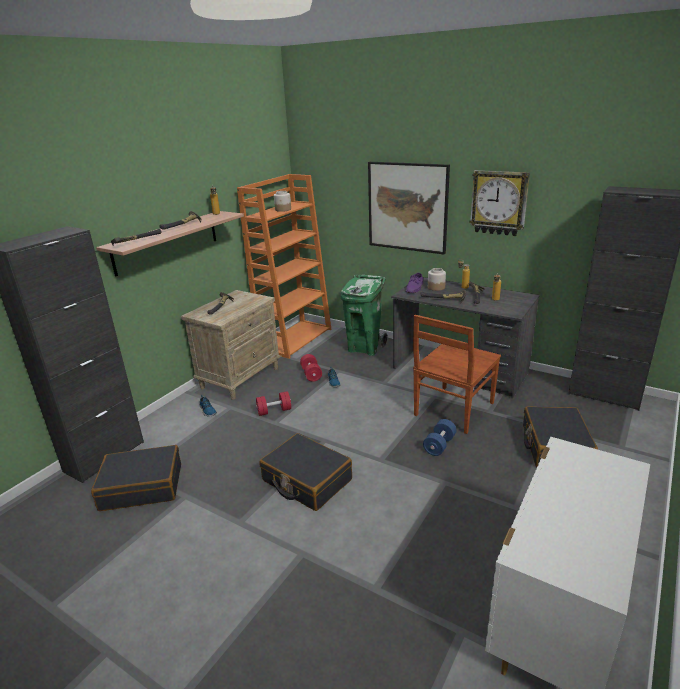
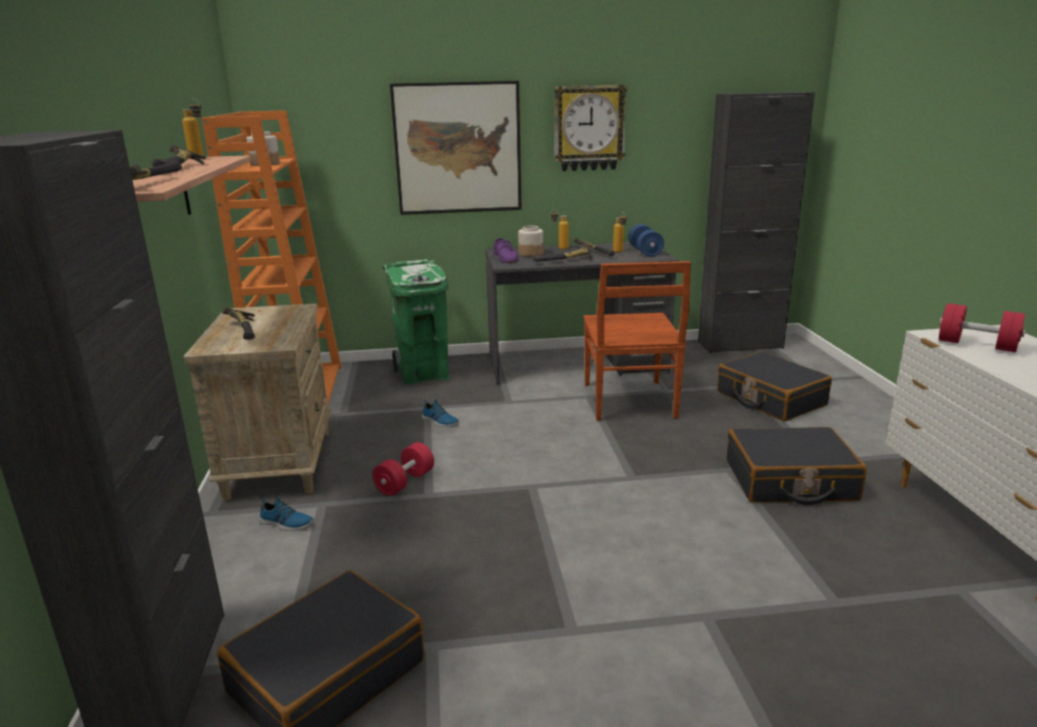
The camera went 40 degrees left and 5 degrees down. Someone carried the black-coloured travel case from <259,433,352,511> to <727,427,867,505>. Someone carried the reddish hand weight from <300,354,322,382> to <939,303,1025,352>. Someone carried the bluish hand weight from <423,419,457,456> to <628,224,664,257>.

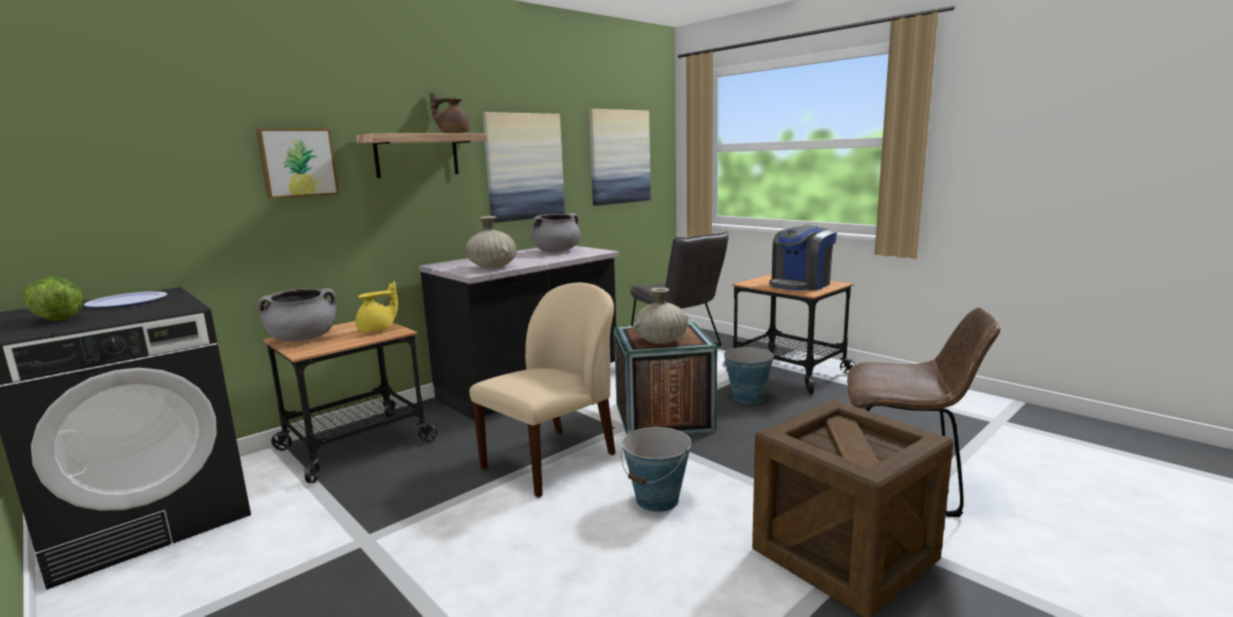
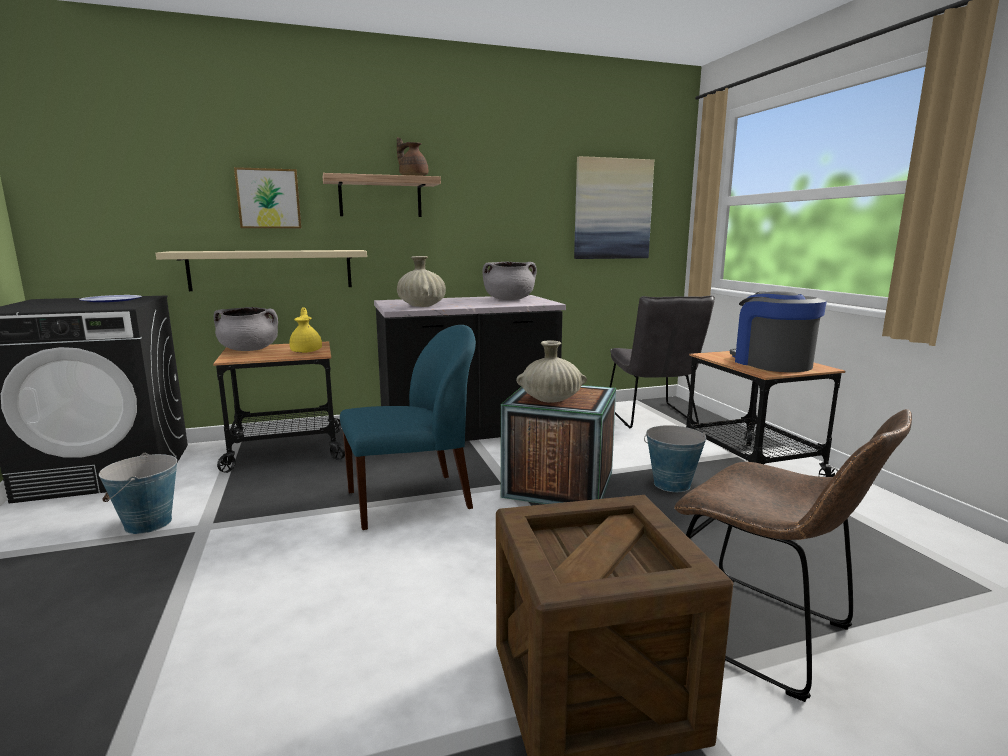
The camera went 25 degrees right and 0 degrees up. Someone took away the lettuce at <24,277,83,321>. Someone took away the wall art at <483,112,565,223>. Someone put up the sand-coloured wall shelf at <156,250,367,291>. Someone carried the bucket from <621,427,691,512> to <99,453,177,534>. Someone repainted the sand-coloured chair at <469,283,616,497>, which became the bluish chair at <340,325,476,530>. Someone rotated the yellowish pot for tea at <356,281,398,332> by 90 degrees counterclockwise. Someone rotated the coffee maker at <769,225,837,291> by 90 degrees clockwise.

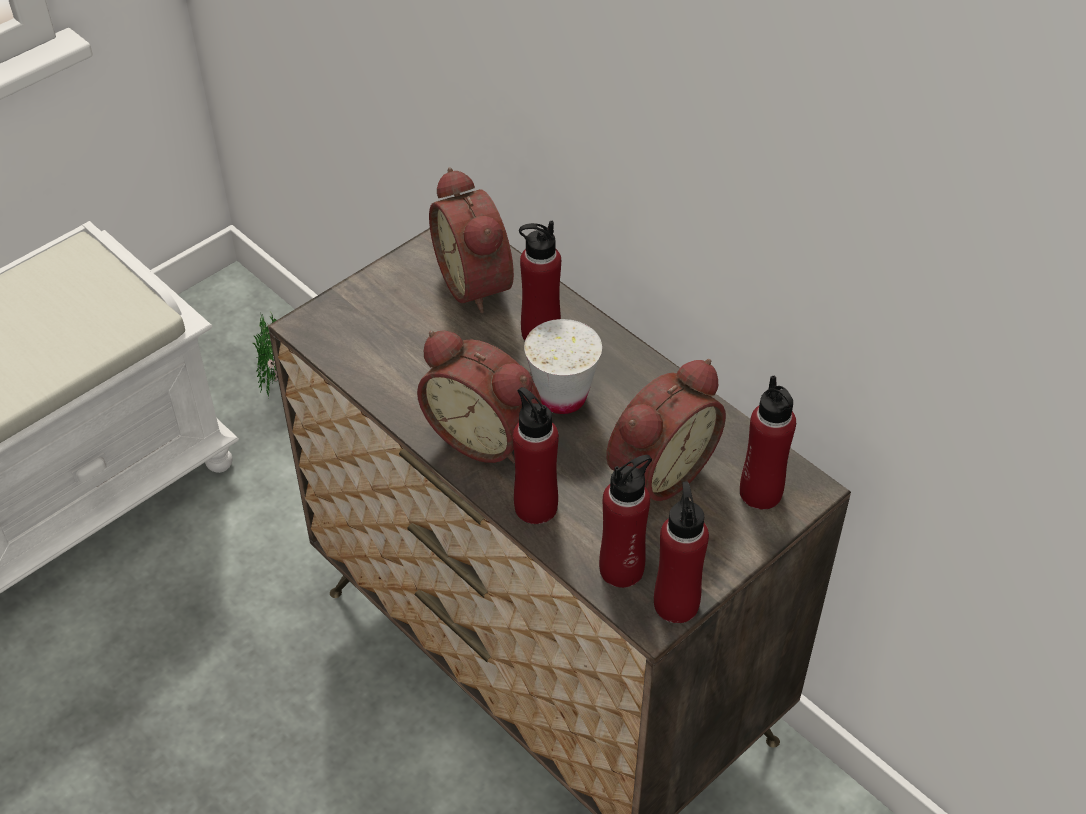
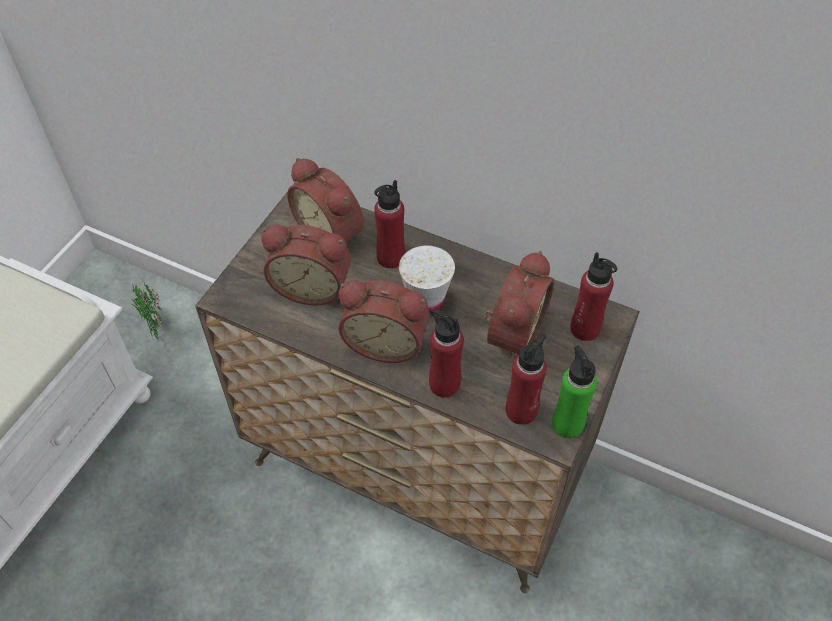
The camera went 20 degrees left and 5 degrees up. Someone put down the table clock at <262,224,351,306>. Someone repainted the reddish drink bottle at <654,481,709,623>, which became the greenish drink bottle at <552,346,597,438>.

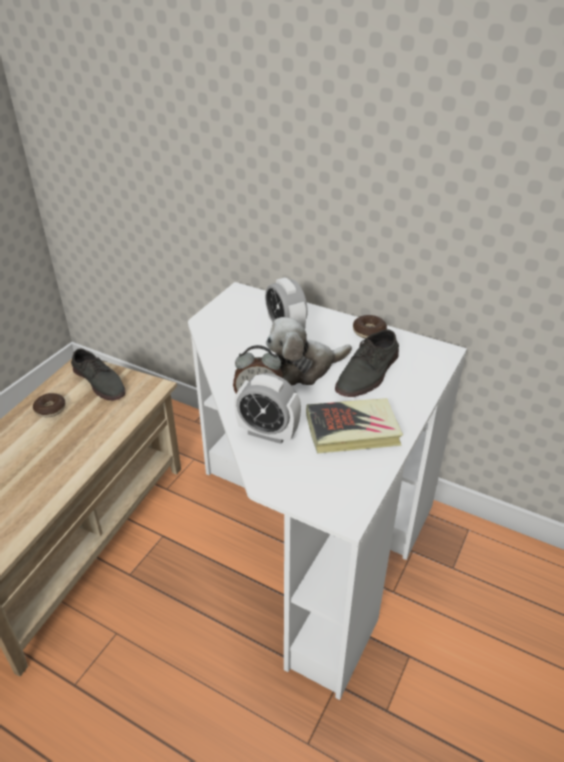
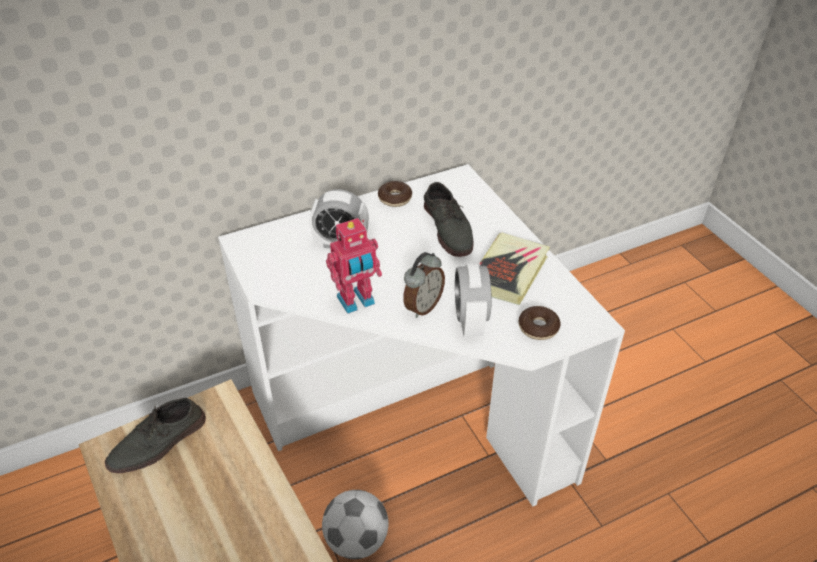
The camera went 55 degrees left and 5 degrees up. Someone took away the plush toy at <266,317,352,385>. Someone put down the football at <322,490,389,559>. Someone put down the toy robot at <326,218,382,314>. Someone carried the ring doughnut from <33,393,66,417> to <518,306,561,340>. Someone rotated the gray shoe at <71,348,126,401> by 150 degrees clockwise. Someone rotated the table clock at <234,373,301,444> by 120 degrees clockwise.

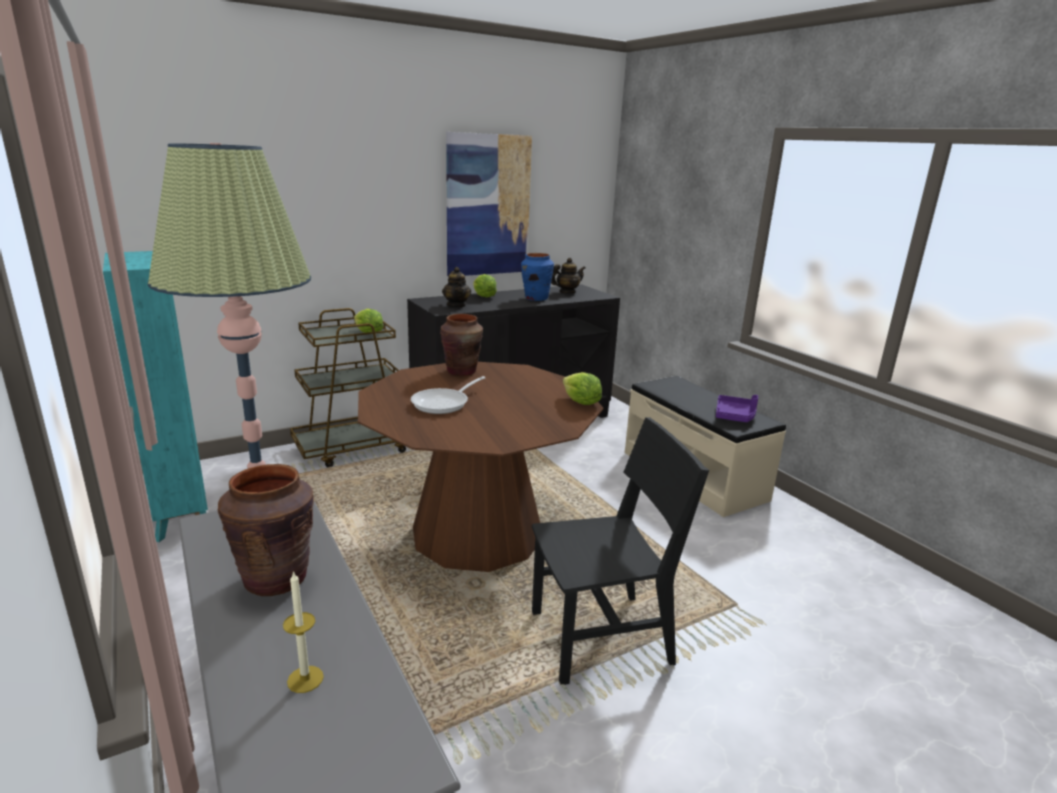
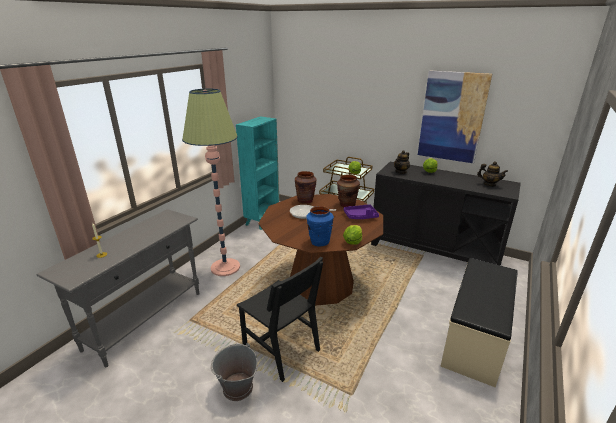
The camera went 60 degrees right and 5 degrees up. Someone put down the gray bucket at <211,343,257,401>. Someone carried the brown decorative vase from <218,464,314,596> to <295,171,317,204>. Someone carried the bluish decorative vase from <521,253,554,301> to <306,206,334,247>. Someone carried the purple carrying tray from <716,395,758,422> to <343,204,379,219>.

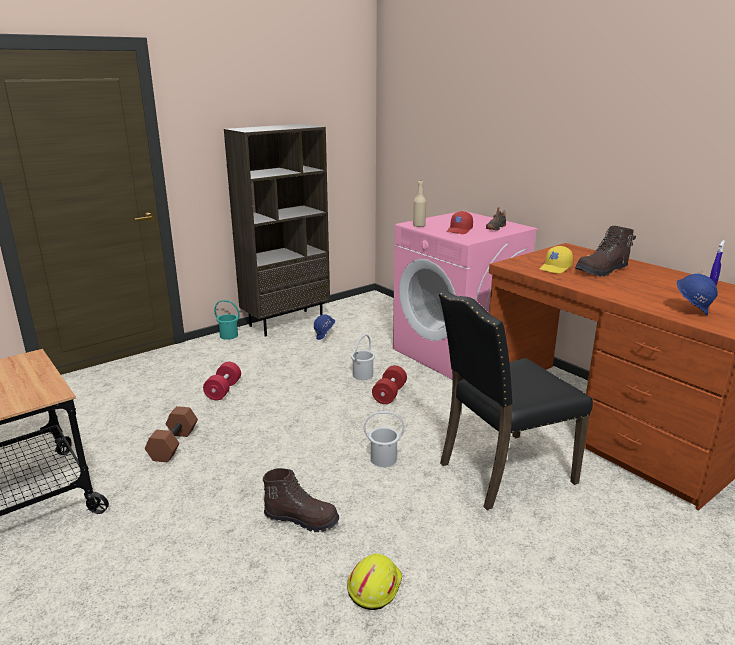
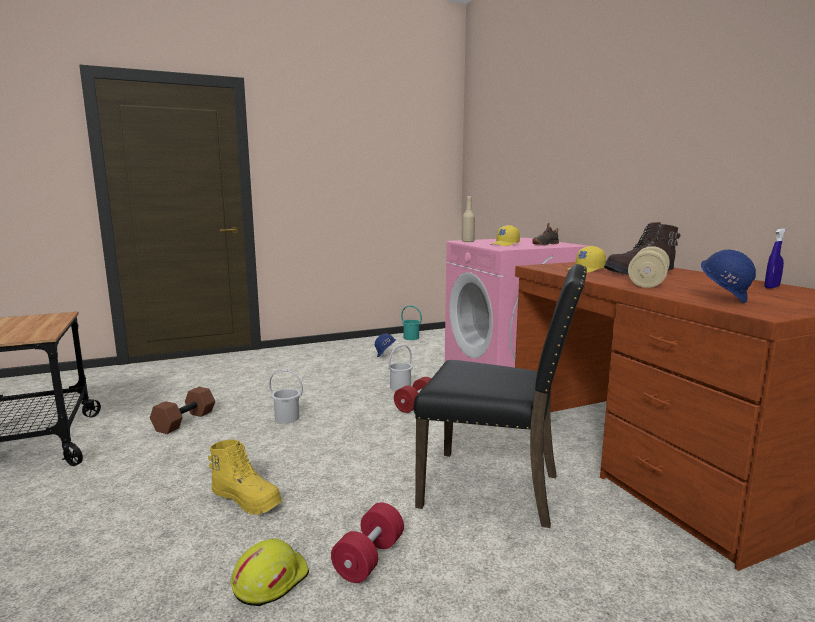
The camera went 15 degrees right and 10 degrees down. Someone took away the brown bookshelf at <224,124,330,337>. Someone put down the sand-coloured hand weight at <628,246,670,288>. Someone carried the reddish hand weight from <203,362,241,400> to <331,502,404,583>. Someone carried the turquoise bucket from <214,300,239,340> to <401,306,422,340>. Someone carried the white-coloured bucket from <364,411,405,467> to <269,369,303,423>. Someone repainted the brown high-top boot at <263,468,339,532>, which became the yellowish high-top boot at <208,440,282,515>. Someone repainted the reddish peaked cap at <447,211,473,234>, which became the yellowish peaked cap at <490,225,520,246>. Someone rotated the black-coloured chair at <439,291,593,510> by 150 degrees counterclockwise.

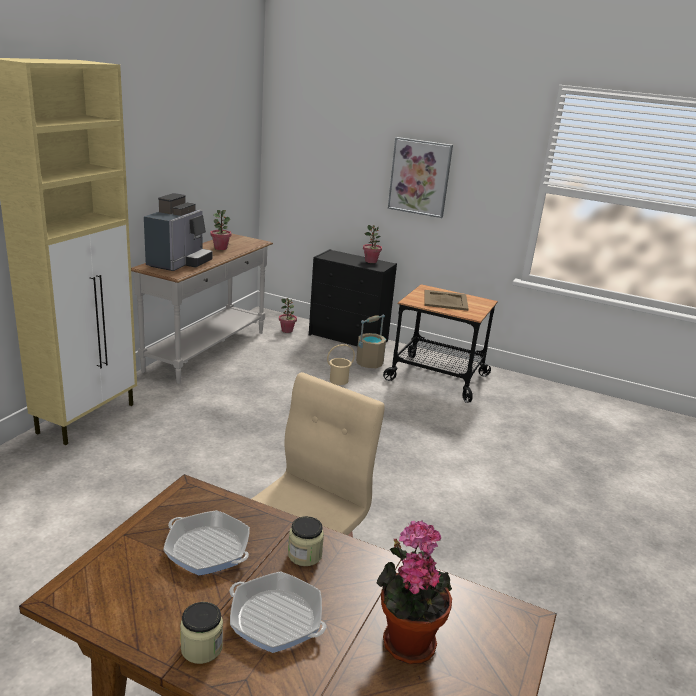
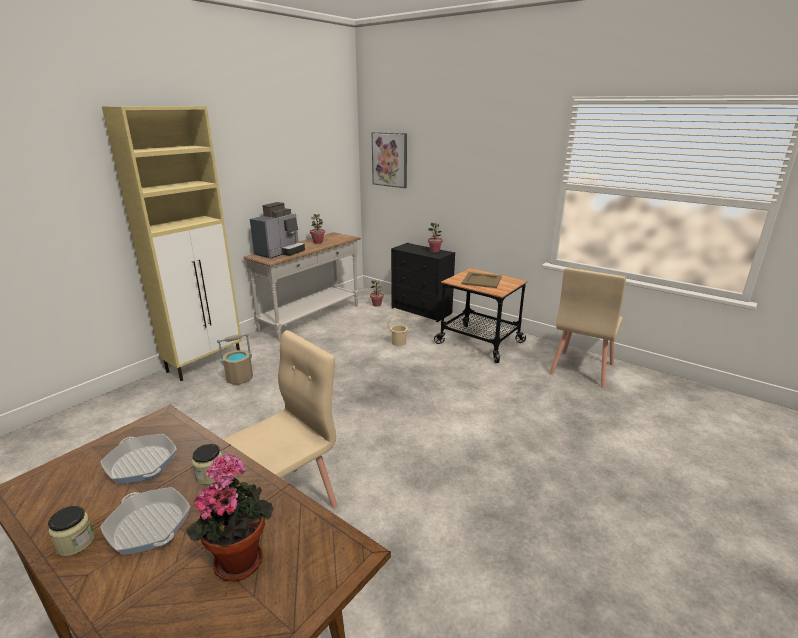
The camera went 15 degrees right and 0 degrees up. Someone put down the sand-coloured chair at <550,268,626,388>. Someone carried the sand-coloured bucket from <356,314,386,368> to <217,333,253,385>. Someone carried the wall art from <388,137,453,218> to <371,132,407,188>.

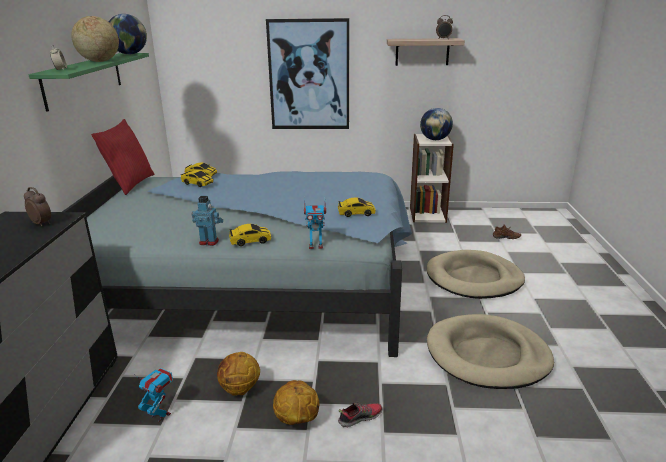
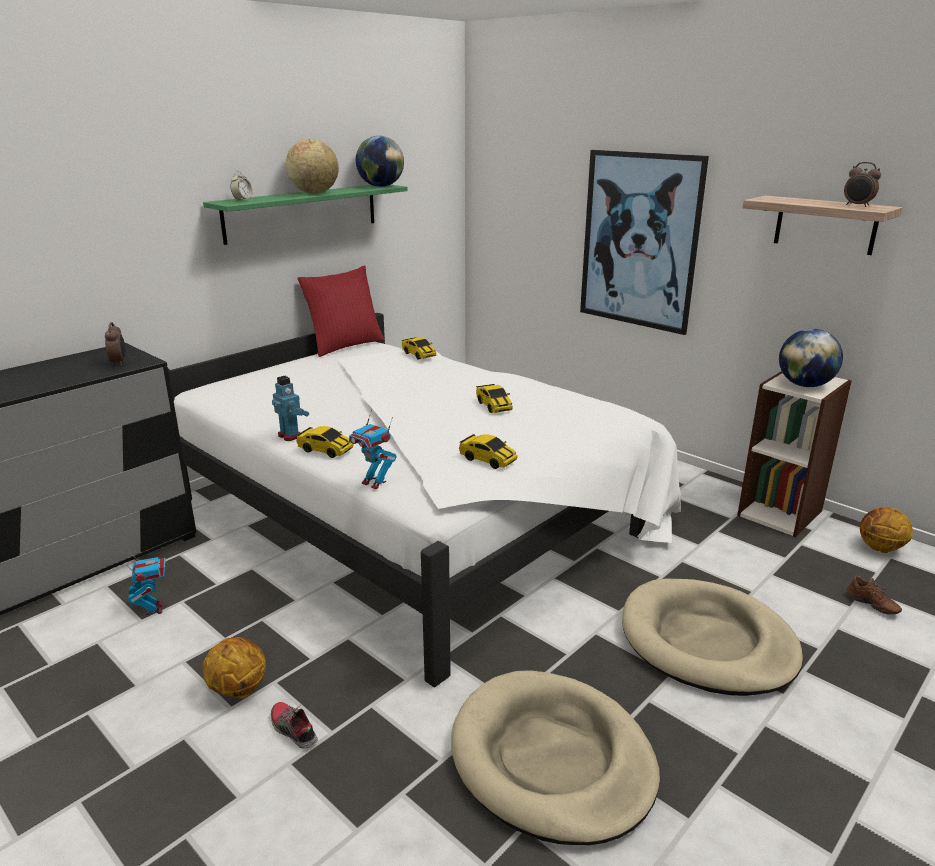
The camera went 40 degrees right and 0 degrees up. Someone carried the miniature car from <181,170,213,187> to <476,384,513,413>. Someone carried the basketball ball from <217,352,260,395> to <860,507,913,553>. Someone repainted the bluish bed at <62,171,412,357>, which became the white-coloured bed at <168,313,681,688>. Someone rotated the shoe at <338,401,382,427> by 150 degrees counterclockwise.

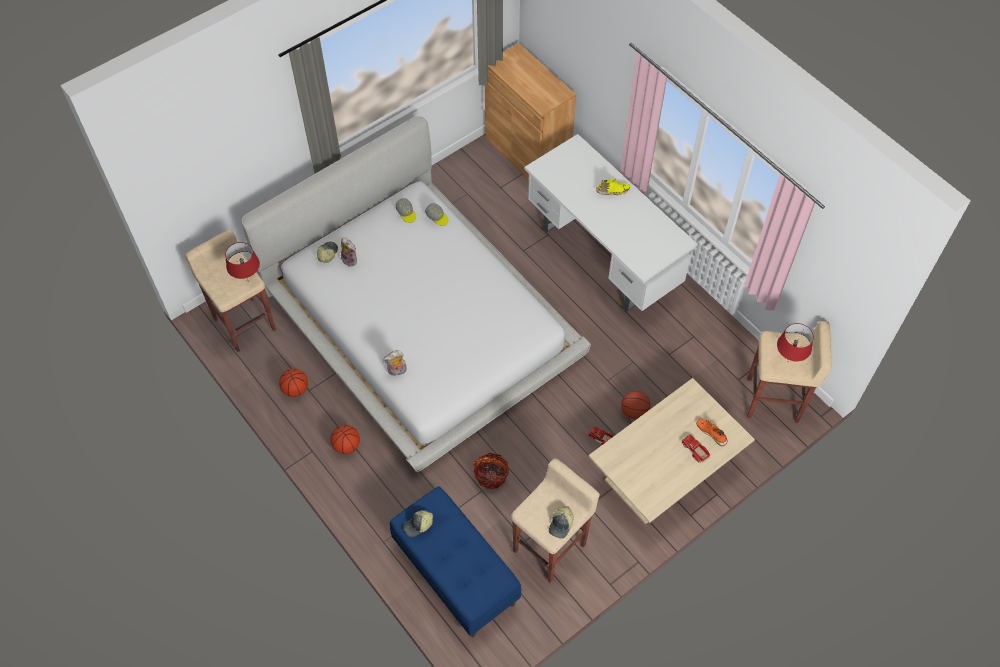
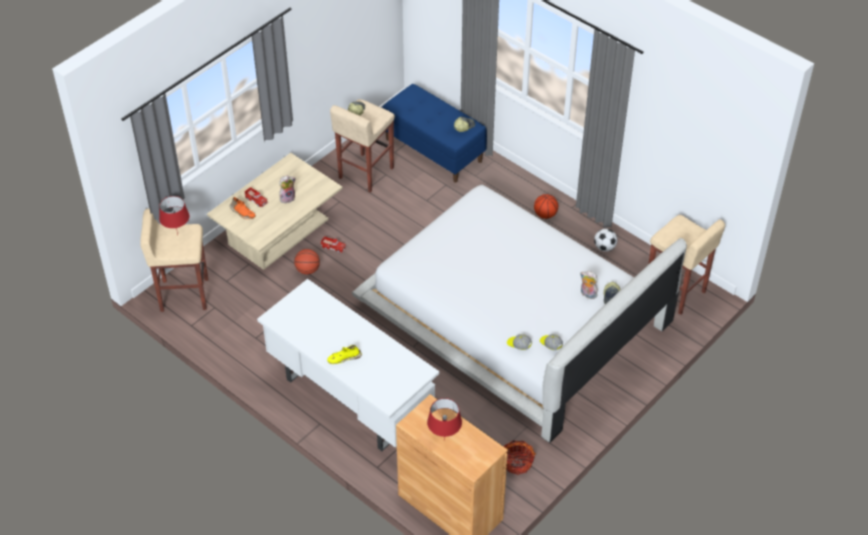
The camera went 170 degrees right and 10 degrees down. Someone carried the reddish tabletop lamp from <225,242,260,282> to <427,398,462,441>. Someone carried the plush toy from <382,350,407,376> to <279,175,296,203>. Someone carried the storage basket from <473,453,509,489> to <504,441,536,475>. Someone swapped the basketball ball at <279,369,308,397> for the football at <594,228,618,252>.

